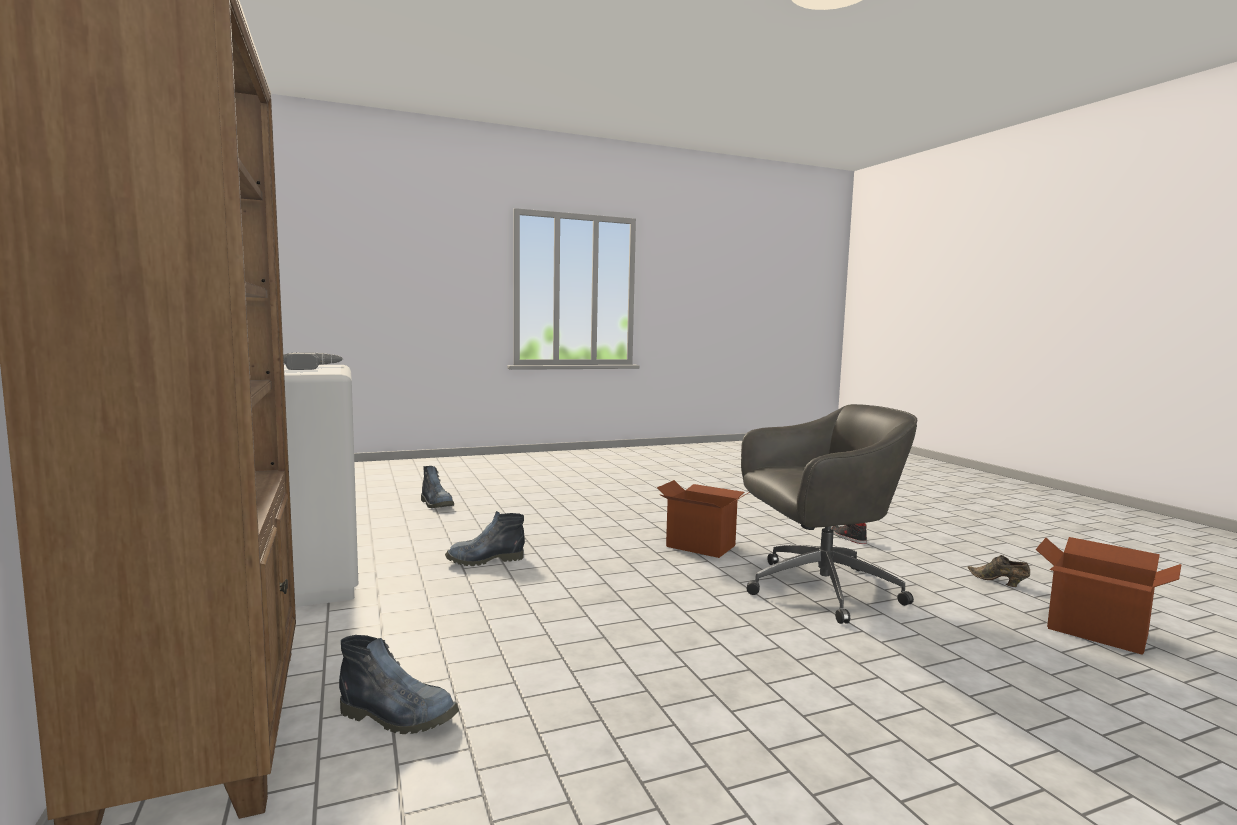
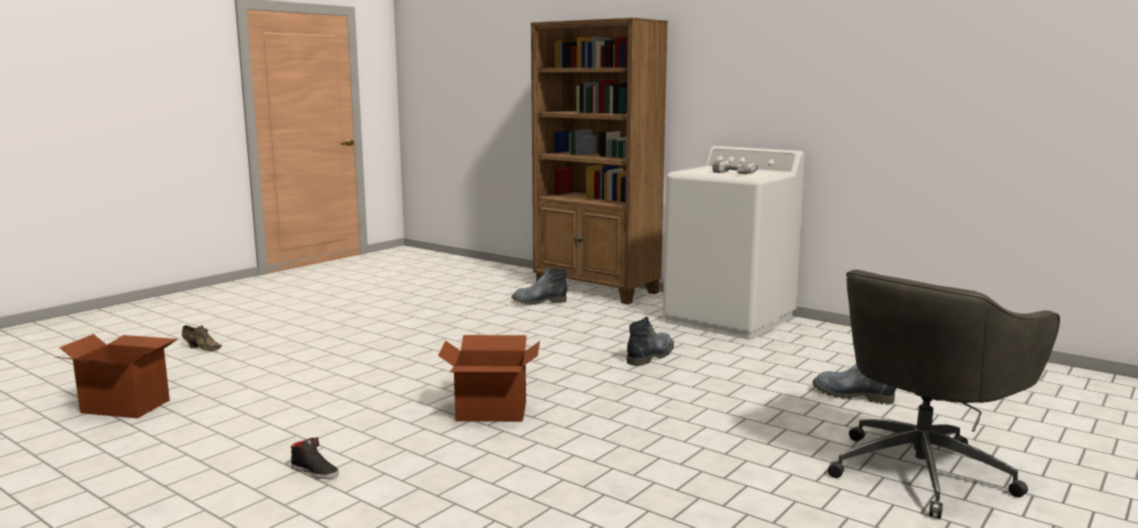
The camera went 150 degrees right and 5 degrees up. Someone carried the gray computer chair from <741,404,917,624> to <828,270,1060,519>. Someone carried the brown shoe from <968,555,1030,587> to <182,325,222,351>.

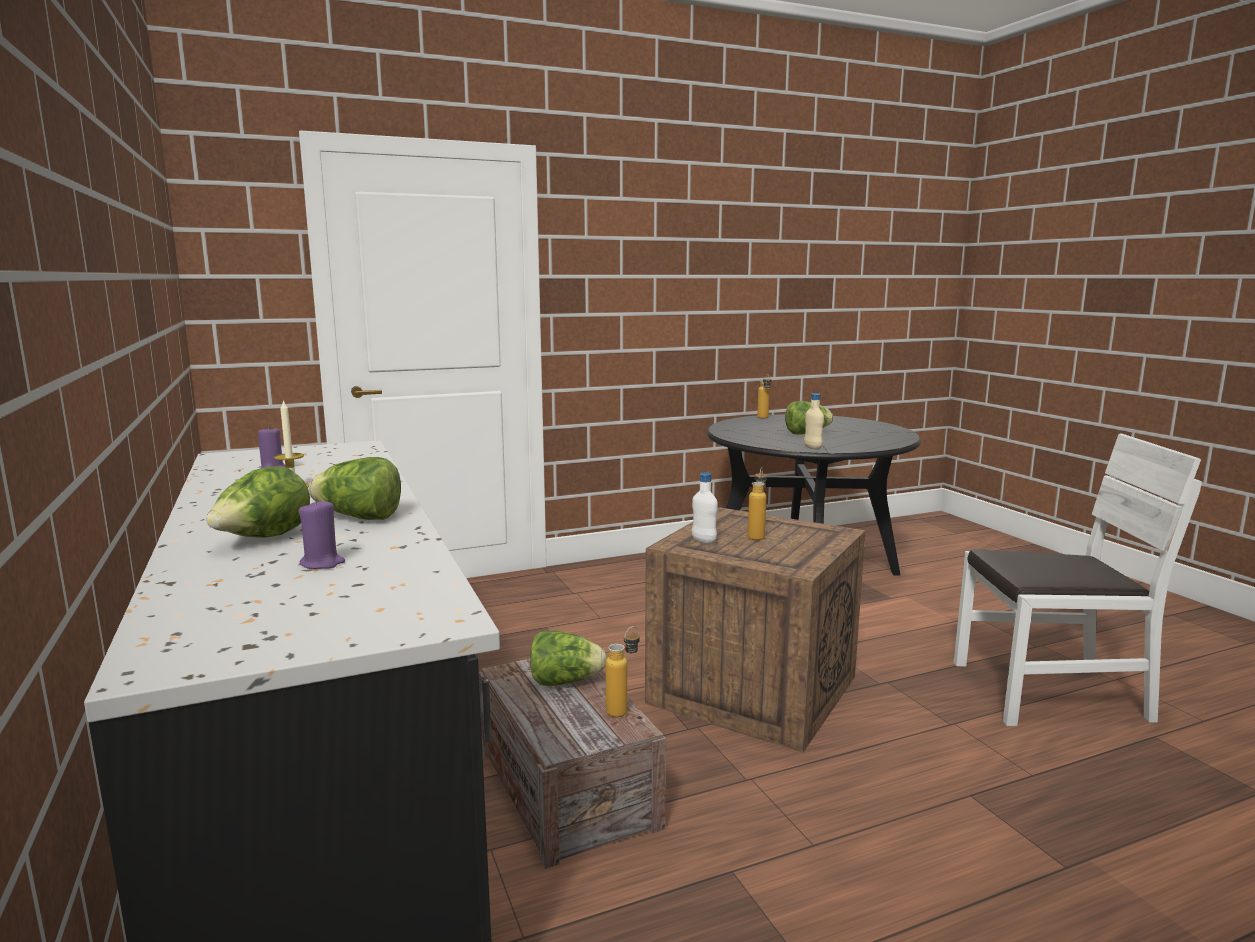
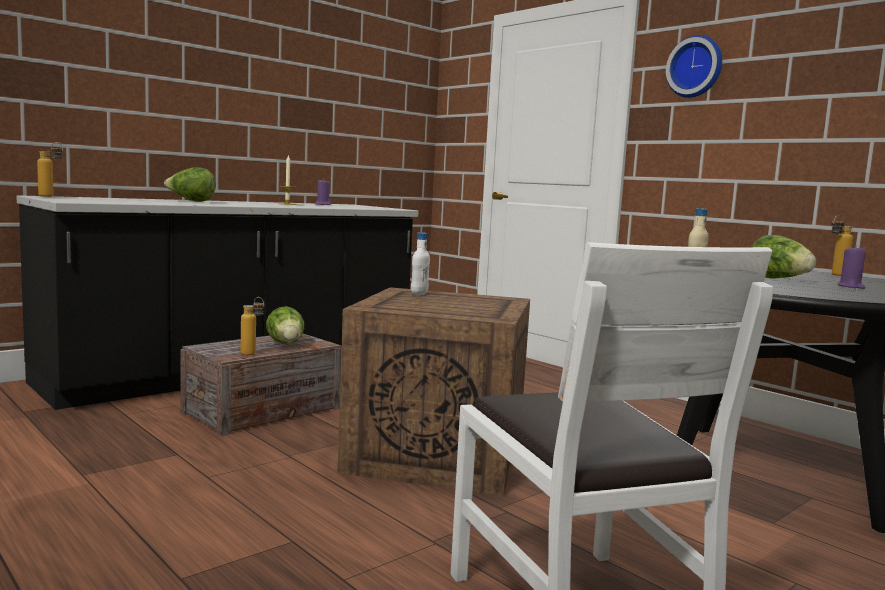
The camera went 70 degrees right and 5 degrees down. Someone took away the lettuce at <309,457,401,520>. Someone put up the wall clock at <666,35,722,98>. Someone carried the purple candle from <298,499,345,569> to <838,245,866,289>. Someone carried the drink bottle from <747,467,767,540> to <37,142,63,197>.

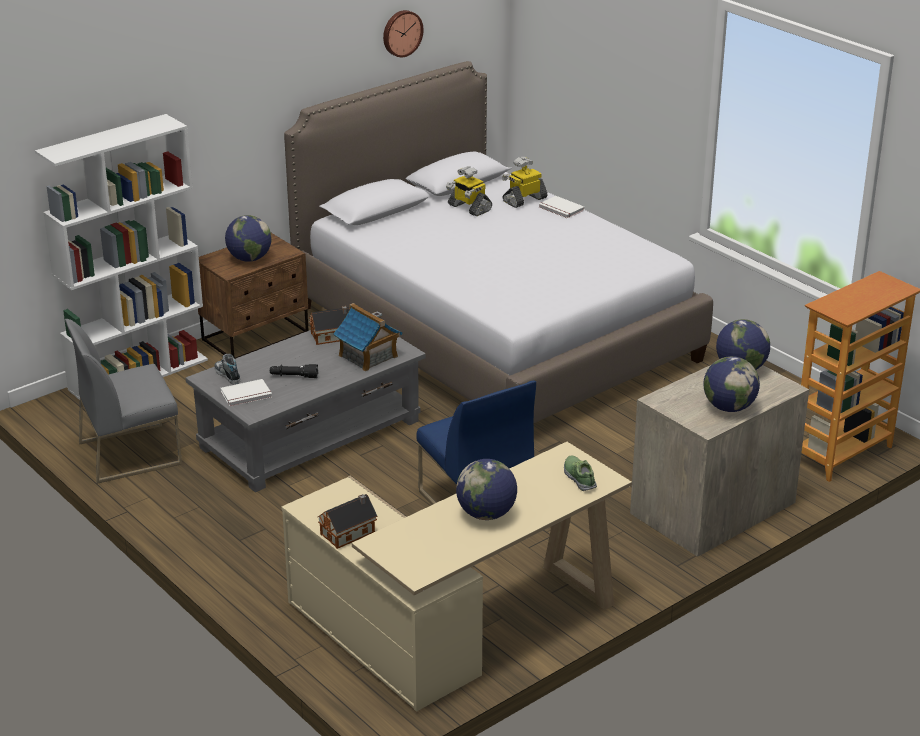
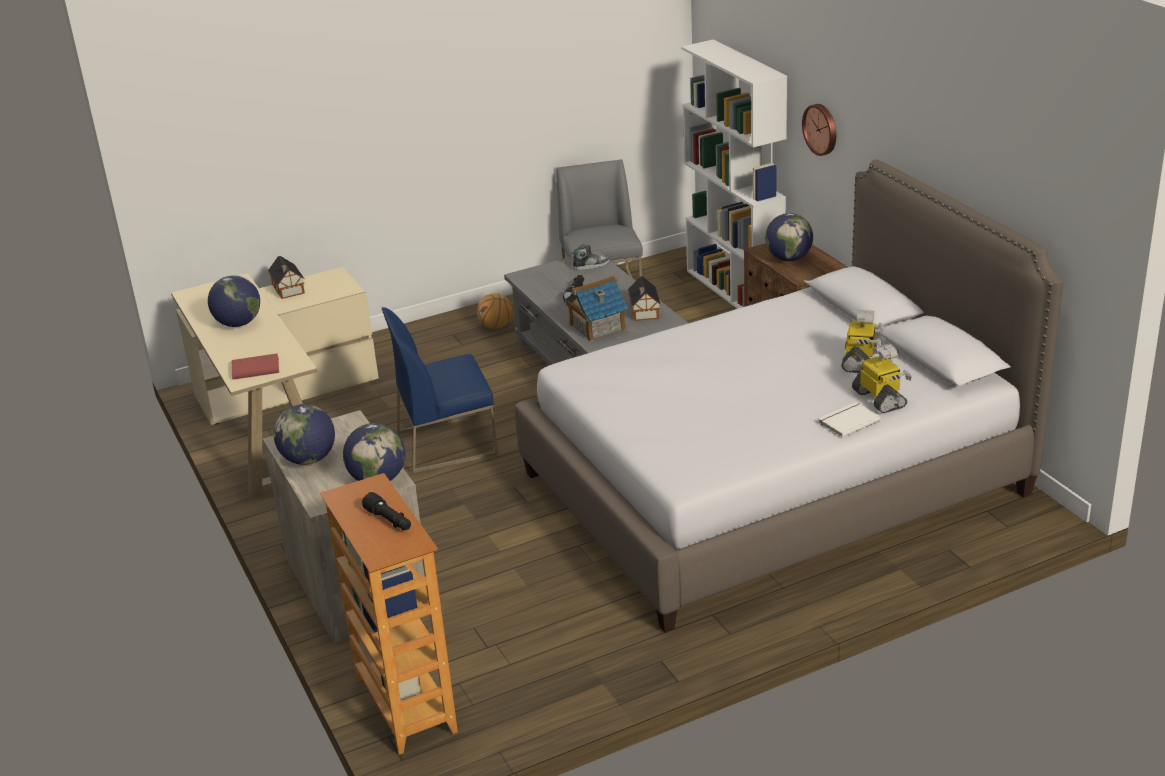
The camera went 105 degrees right and 0 degrees up. Someone took away the white-coloured bound book at <221,379,272,407>. Someone put down the black-coloured torch at <362,492,411,530>. Someone put down the basketball ball at <477,293,513,329>. Someone carried the wall clock from <383,10,424,57> to <802,104,836,156>. Someone swapped the shoe at <564,455,597,491> for the reddish bound book at <231,353,279,380>. Someone rotated the toy robot at <446,166,492,216> by 135 degrees clockwise.

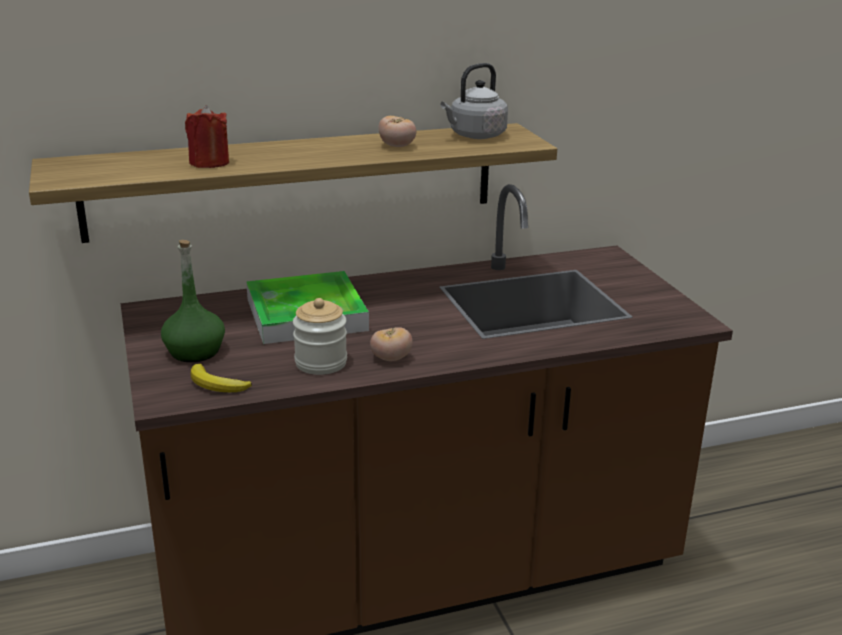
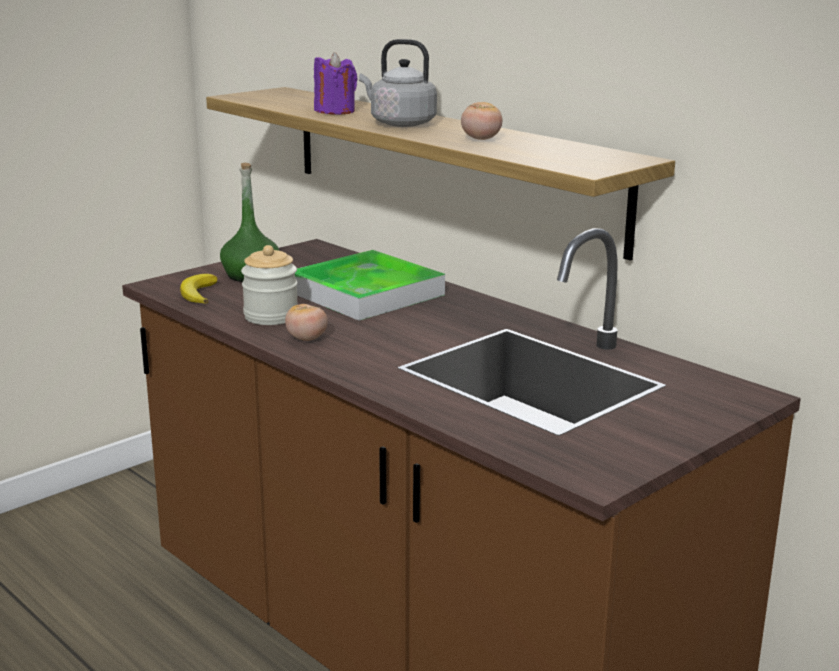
The camera went 65 degrees right and 5 degrees down. Someone carried the gray tea kettle from <440,63,508,139> to <359,39,437,127>. Someone repainted the reddish candle at <185,105,229,168>, which became the purple candle at <314,52,358,115>.

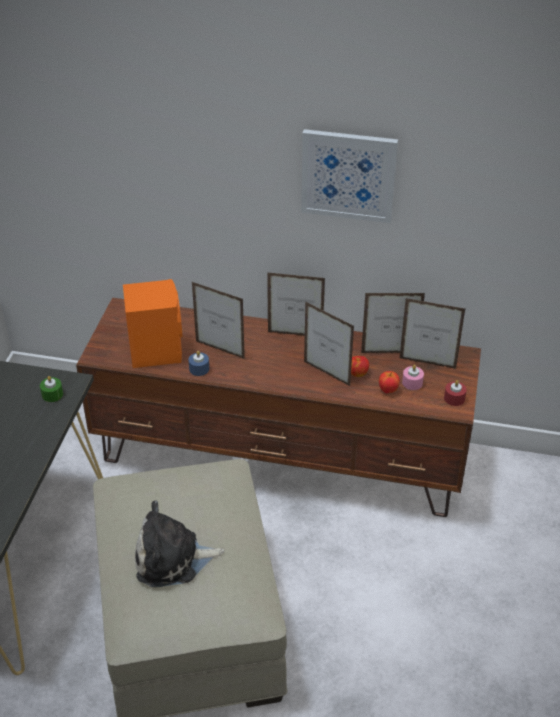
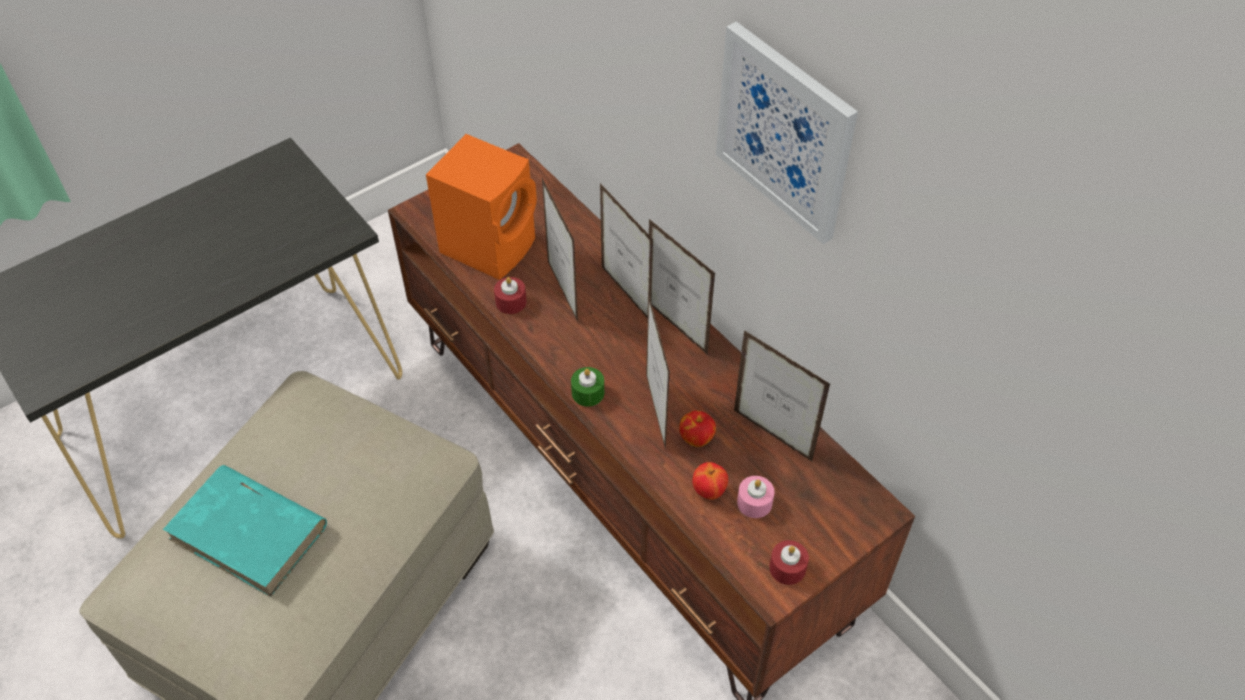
The camera went 40 degrees right and 10 degrees up. Someone carried the greenish candle from <40,376,63,402> to <571,367,604,407>. Someone carried the photo frame from <400,298,465,369> to <600,183,653,319>. Someone swapped the plush toy at <135,501,224,587> for the turquoise bound book at <163,465,327,597>. Someone repainted the bluish candle at <188,351,209,376>, which became the reddish candle at <494,277,527,314>.

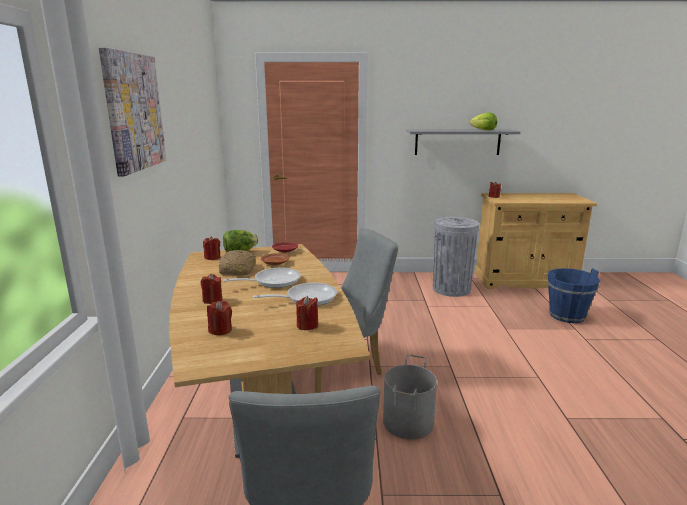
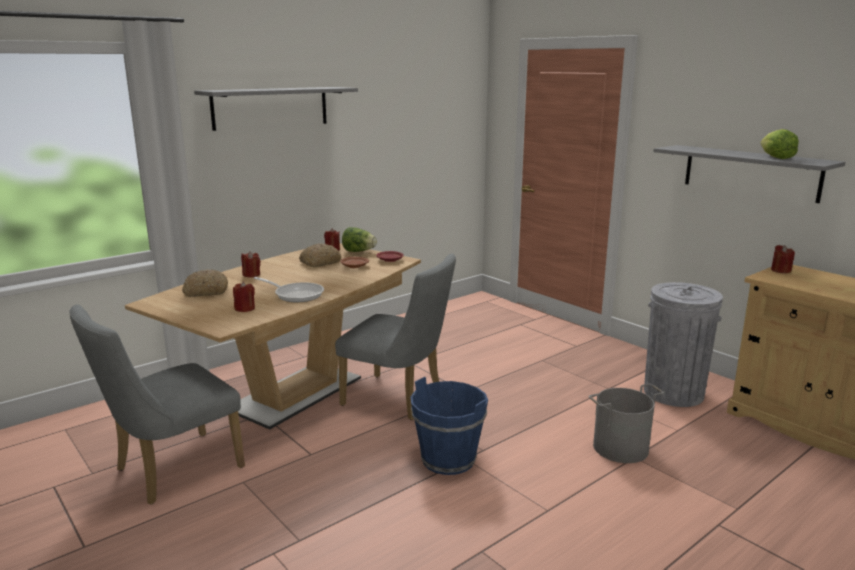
The camera went 50 degrees right and 0 degrees up. Someone took away the frying pan at <223,268,301,288>. Someone carried the gray bucket from <383,354,437,439> to <589,384,664,463>. Someone carried the bluish bucket from <547,268,600,323> to <410,377,488,475>. Someone swapped the wall art at <99,47,166,176> for the gray wall shelf at <194,87,358,131>. Someone swapped the reddish candle at <207,301,232,335> for the baked bread at <182,270,228,297>.

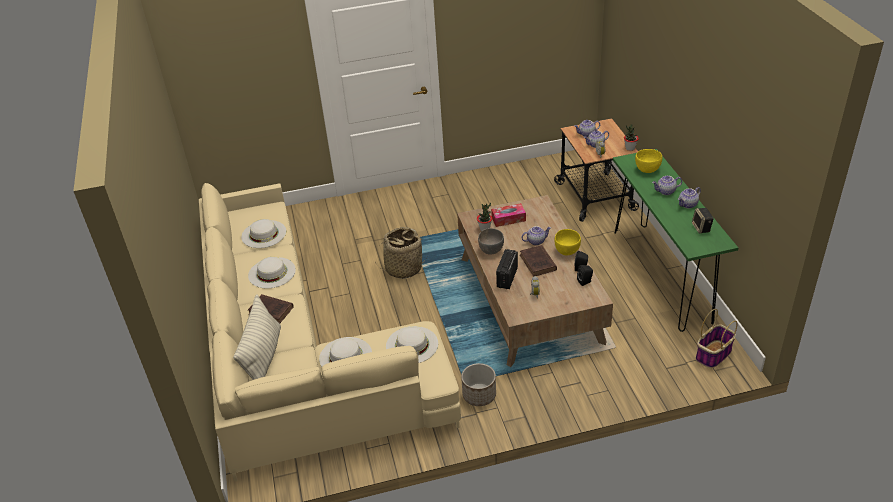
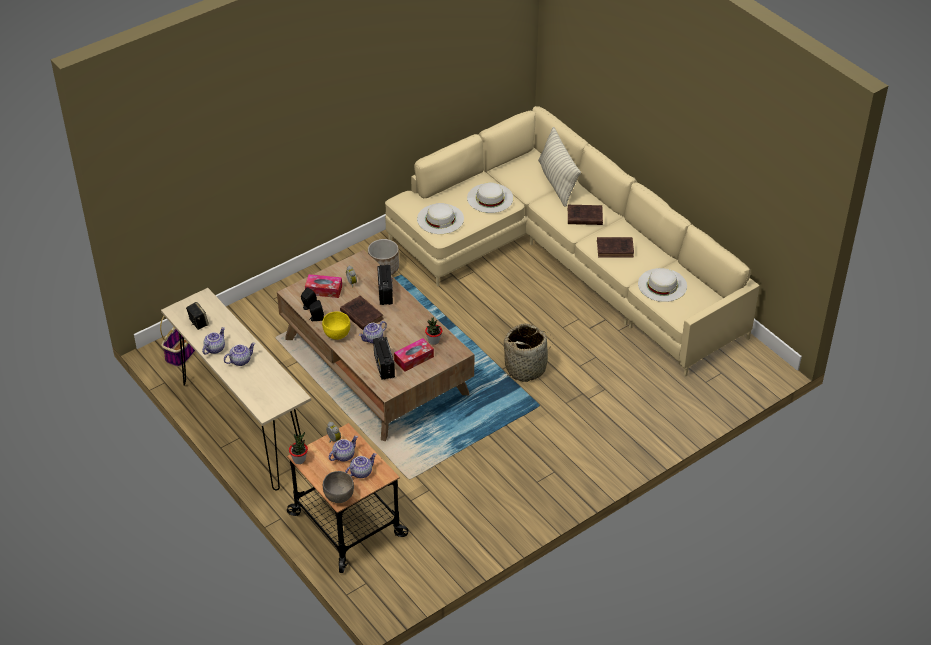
The camera went 155 degrees right and 5 degrees up. Someone took away the yellowish deep dish at <635,149,662,173>. Someone put down the box of tissues at <305,274,342,298>. Someone put down the radio set at <373,337,395,380>. Someone carried the gray deep dish from <478,228,504,254> to <323,471,354,503>. Someone swapped the white-coloured hat at <248,257,296,288> for the brown bound book at <597,237,634,258>. Someone repainted the greenish console table at <613,149,738,332>, which became the sand-coloured console table at <161,288,311,491>.

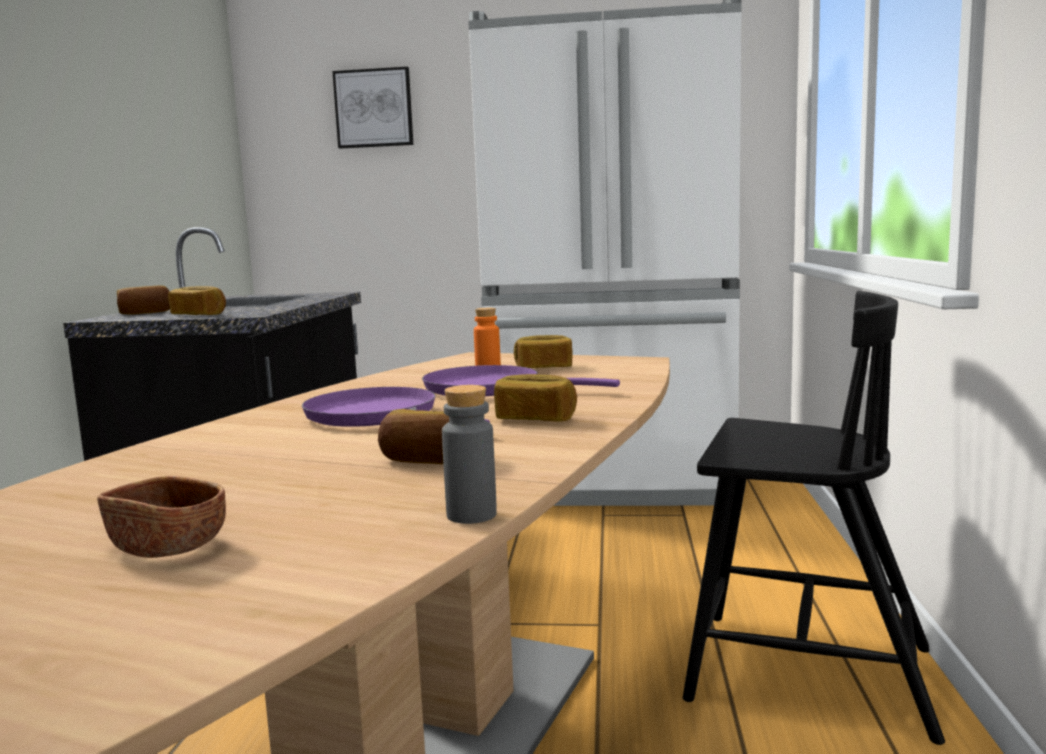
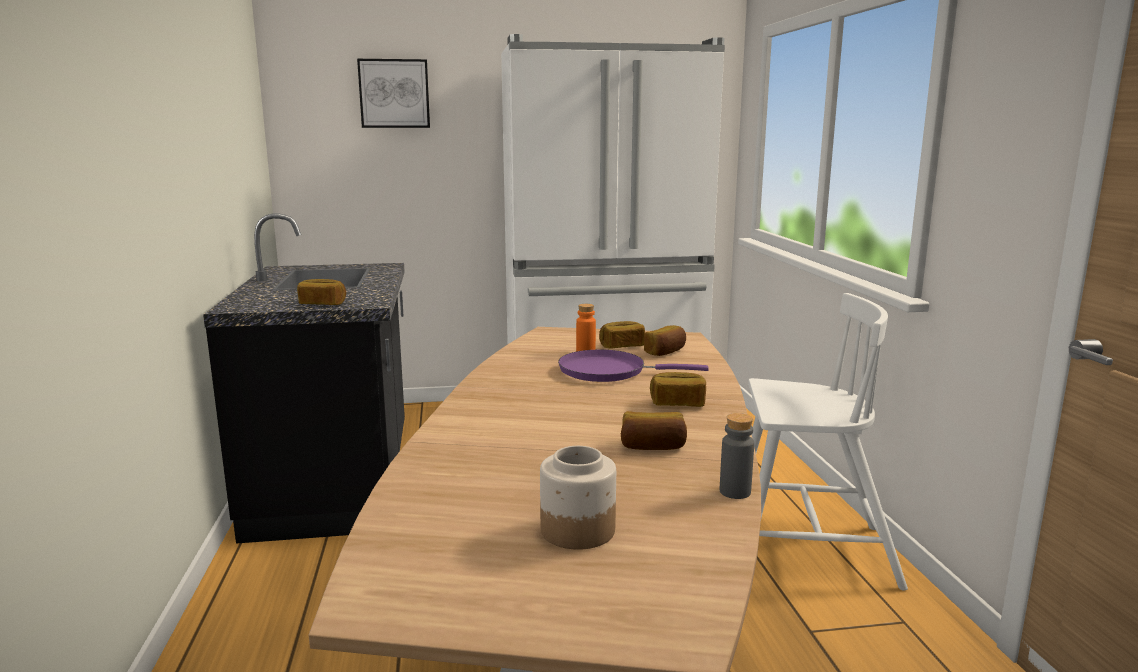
The camera went 15 degrees left and 5 degrees up. Someone took away the purple frying pan at <302,387,490,427>. Someone carried the baked bread from <117,286,170,314> to <644,325,686,356>. Someone swapped the brown deep dish at <97,476,226,558> for the preserve jar at <540,446,616,550>. Someone repainted the black-coloured chair at <683,291,945,745>, which became the white-coloured chair at <748,293,908,591>.

